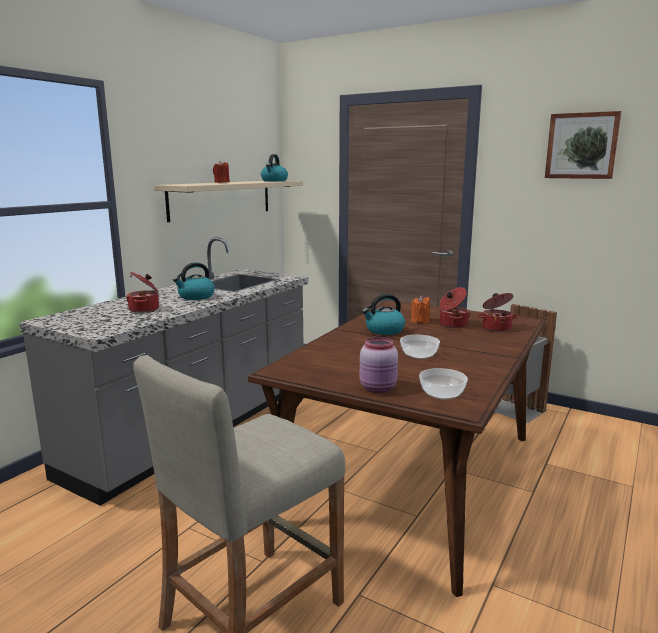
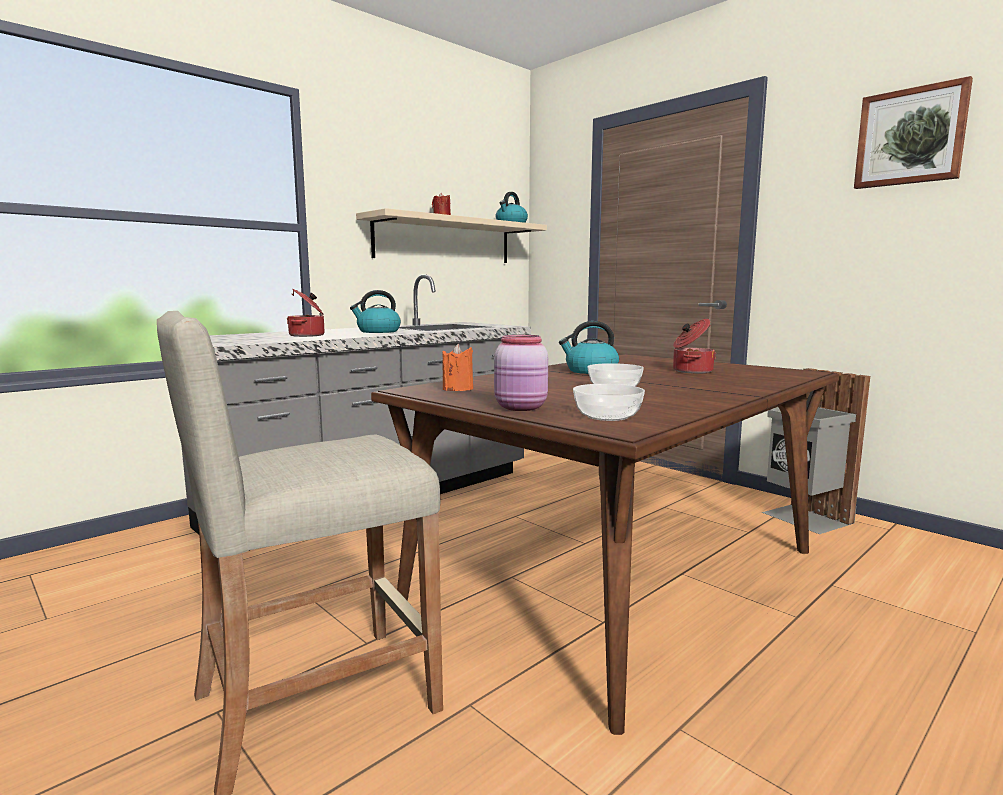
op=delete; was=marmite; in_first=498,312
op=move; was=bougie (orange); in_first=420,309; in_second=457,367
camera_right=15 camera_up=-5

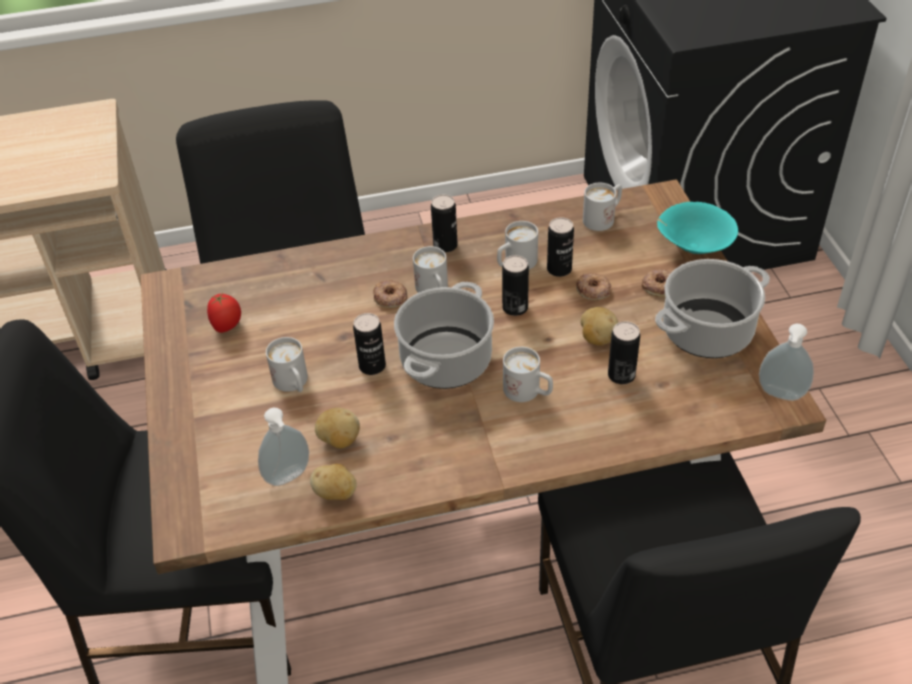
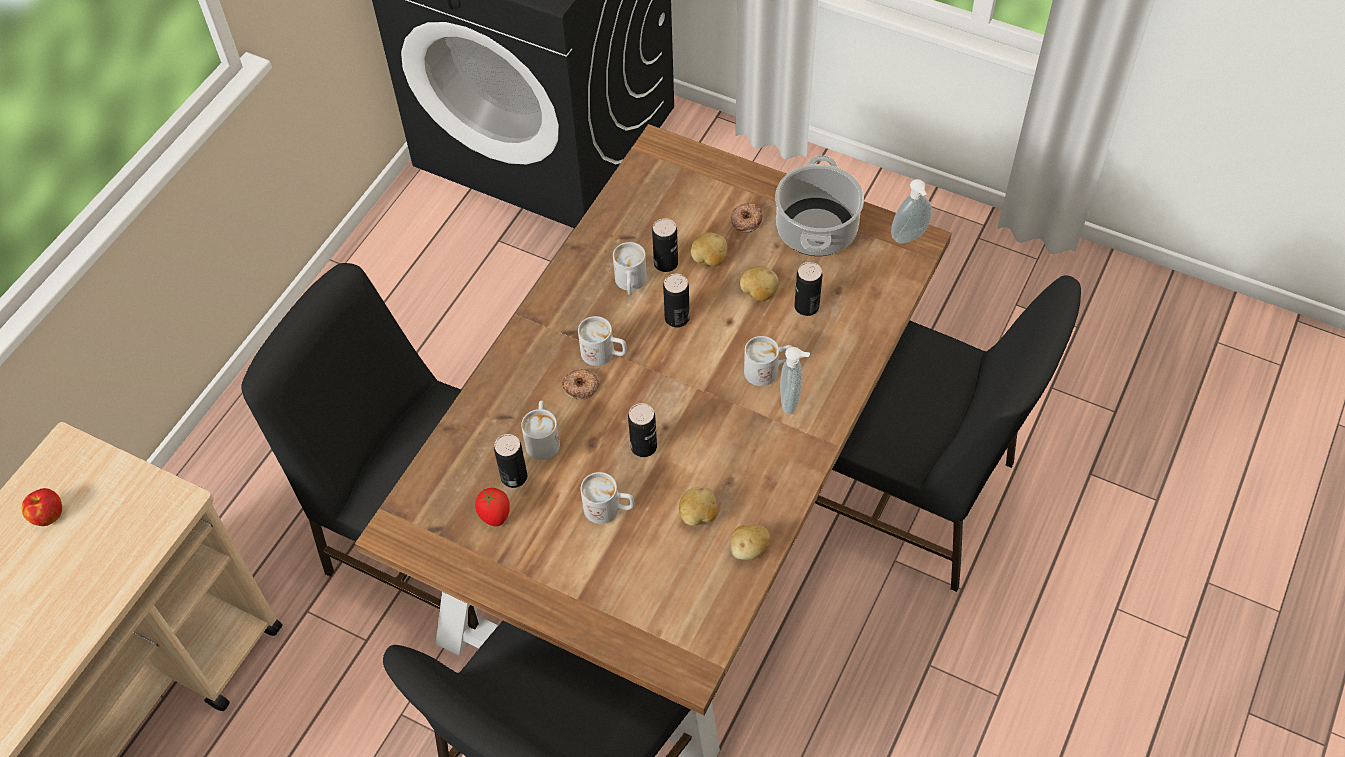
op=move; was=mug (blanc); in_first=602,207; in_second=540,430
op=move; was=boîte métallique; in_first=444,223; in_second=510,461
op=delete; was=bol (turquoise); in_first=697,228
op=replace; was=beignet; now=pomme de terre; in_first=594,286; in_second=709,249
op=delete; was=marmite; in_first=444,335
op=move; was=distributeur de savon; in_first=283,447; in_second=795,380
op=insert; now=pomme; in_second=42,507
camera_right=-50 camera_up=10

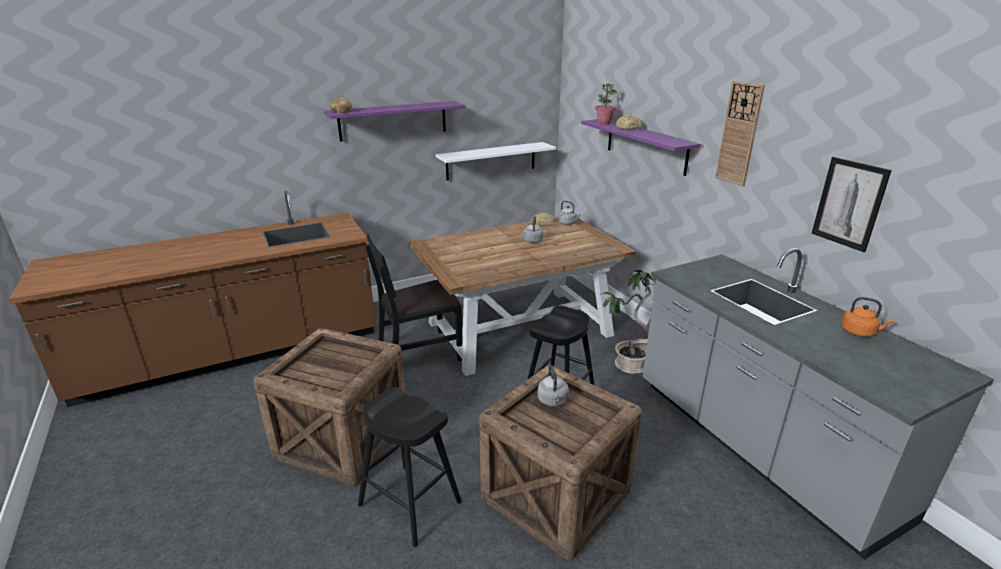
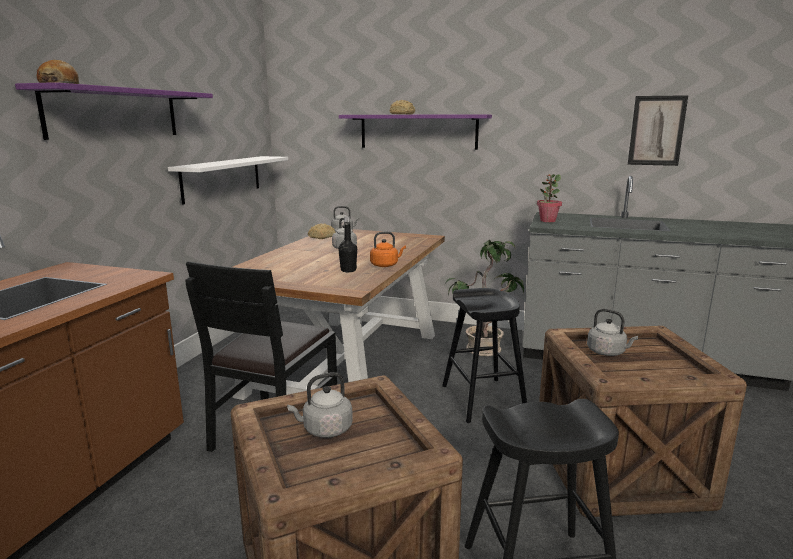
op=delete; was=horloge murale; in_first=740,134
op=move; was=plante en pot; in_first=606,104; in_second=549,198
op=move; was=bouilloire (orange); in_first=867,317; in_second=388,249
op=insert; now=bouteille (noir); in_second=347,244
op=insert; now=bouilloire (gris); in_second=320,405
camera_right=-45 camera_up=-10

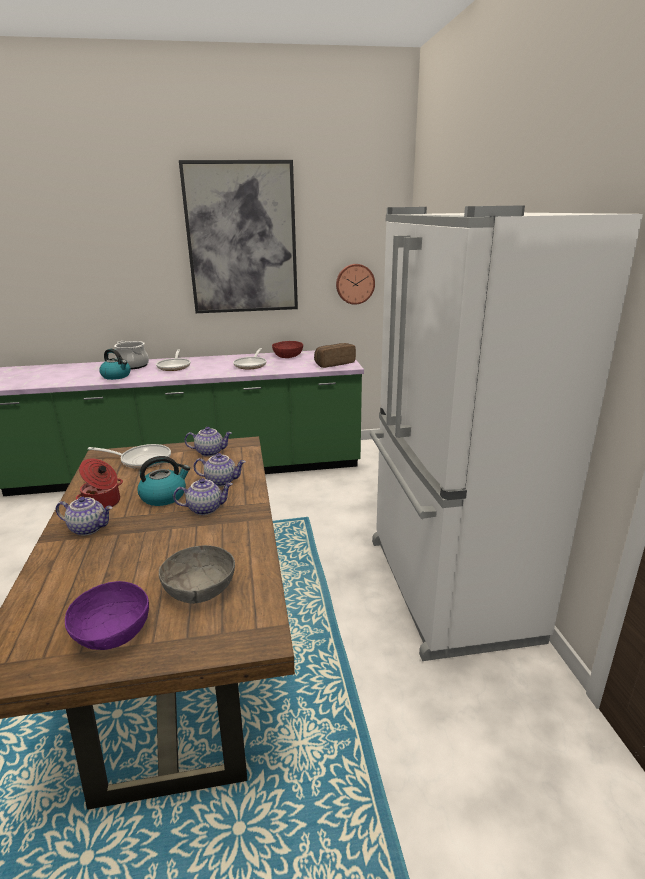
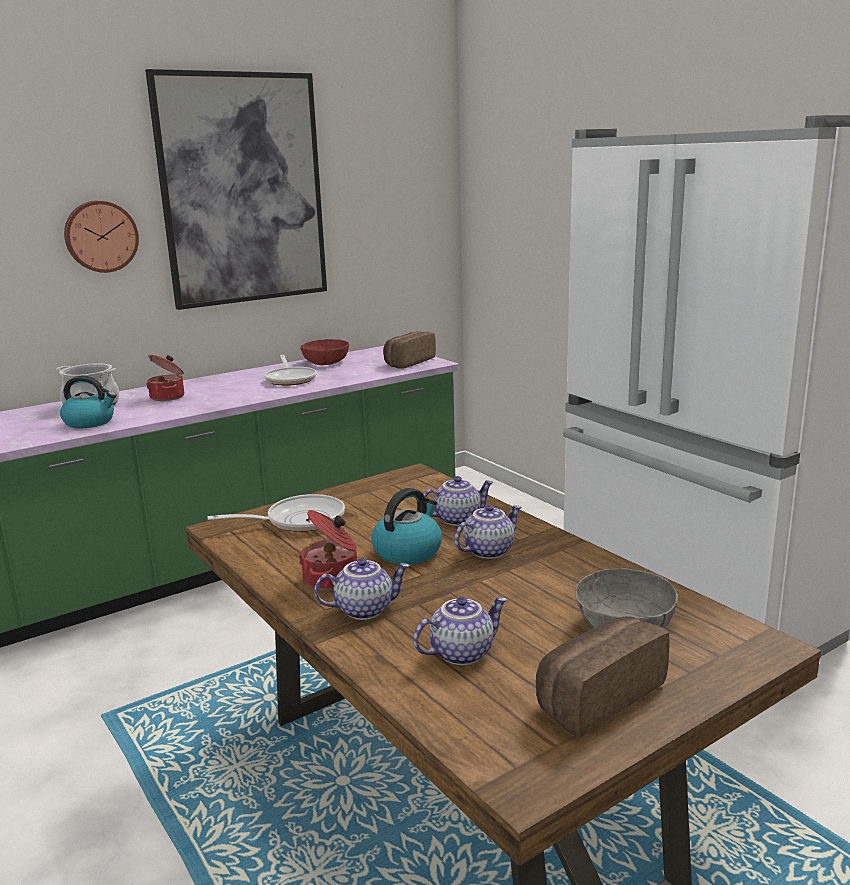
op=move; was=horloge murale; in_first=355,284; in_second=101,236
op=replace; was=poêle; now=marmite; in_first=173,360; in_second=165,378
op=move; was=théière; in_first=208,442; in_second=460,631
op=replace; was=bol (violet); now=pain; in_first=107,615; in_second=603,676
camera_right=-25 camera_up=-5

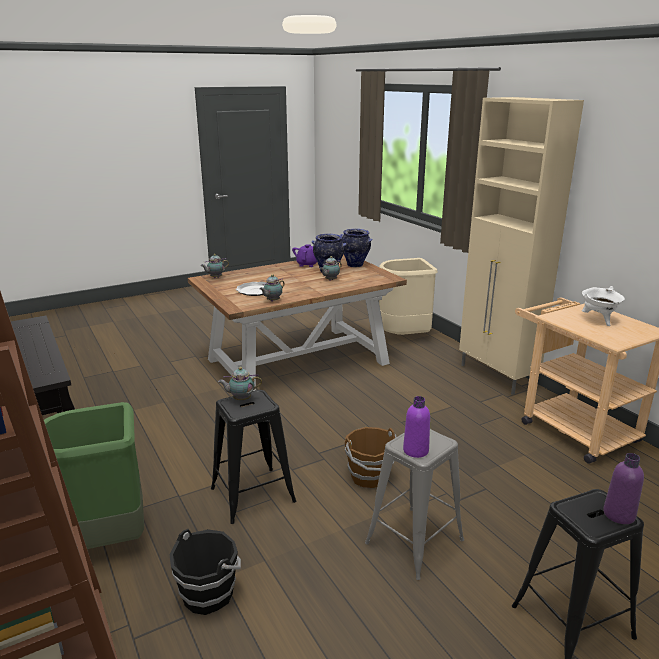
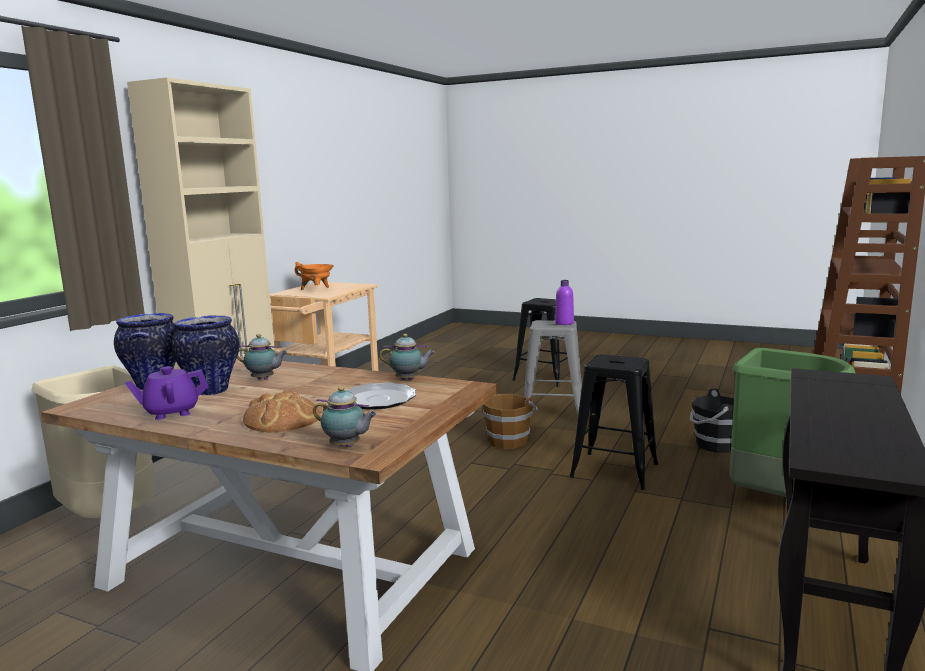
op=recolor; was=marmite (blanc); now=marmite (orange); in_first=603,306; in_second=314,276
op=delete; was=théière; in_first=240,383
op=delete; was=bouteille (violet); in_first=623,488
op=insert; now=pain; in_second=281,411
camera_right=-125 camera_up=-10

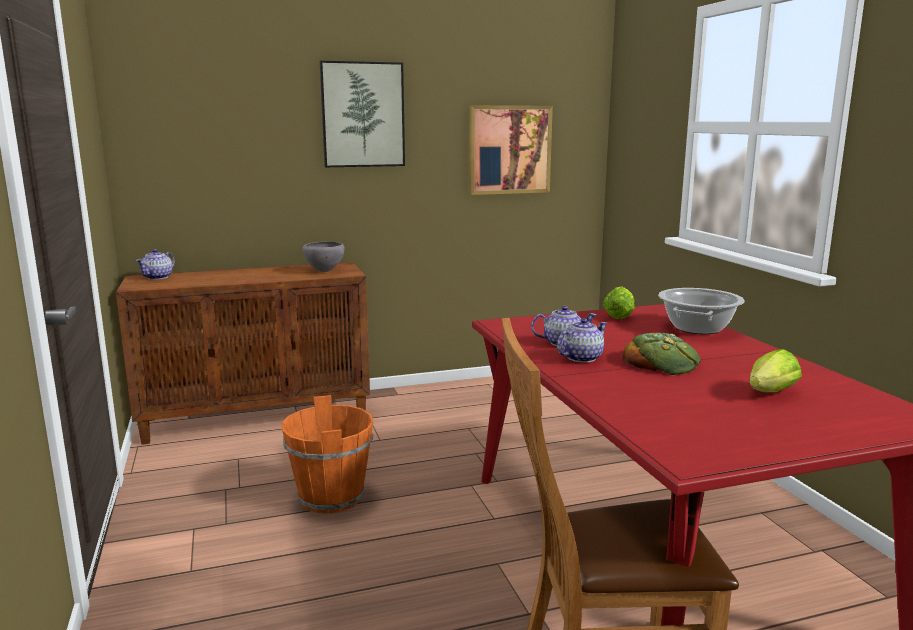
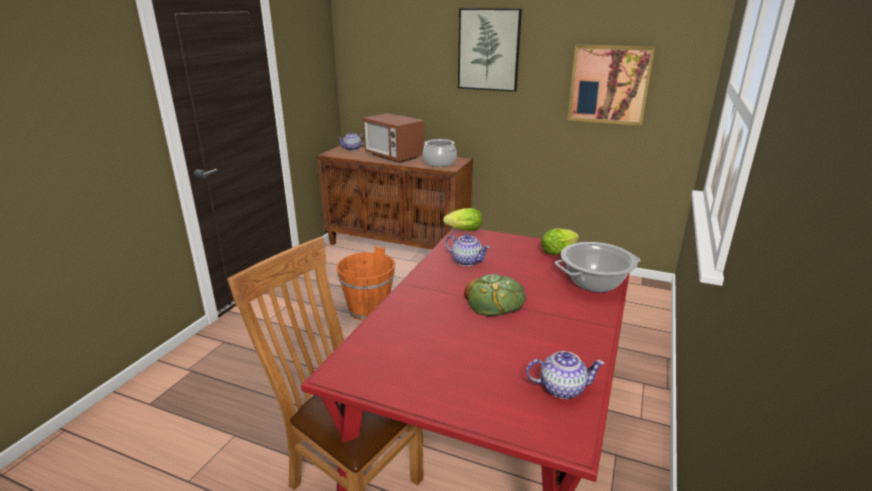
op=replace; was=bol (gris); now=marmite; in_first=323,256; in_second=440,153
op=move; was=théière; in_first=582,340; in_second=565,375
op=move; was=laitue; in_first=775,370; in_second=462,219
op=insert; now=micro-ondes; in_second=393,138
camera_right=40 camera_up=10

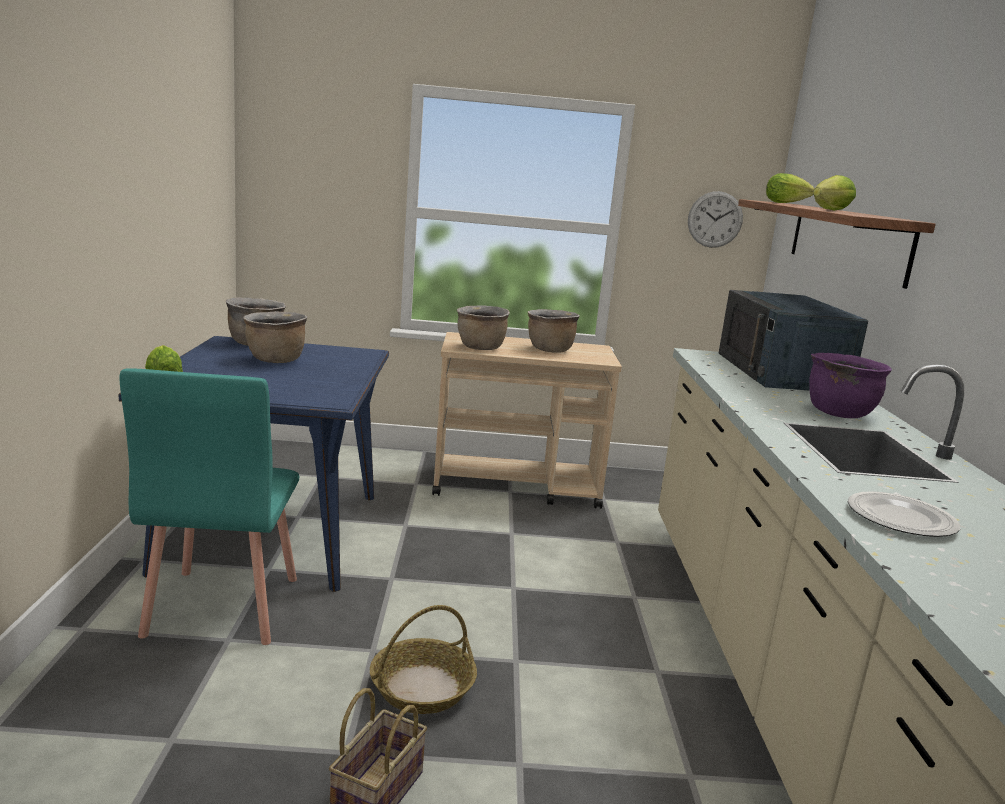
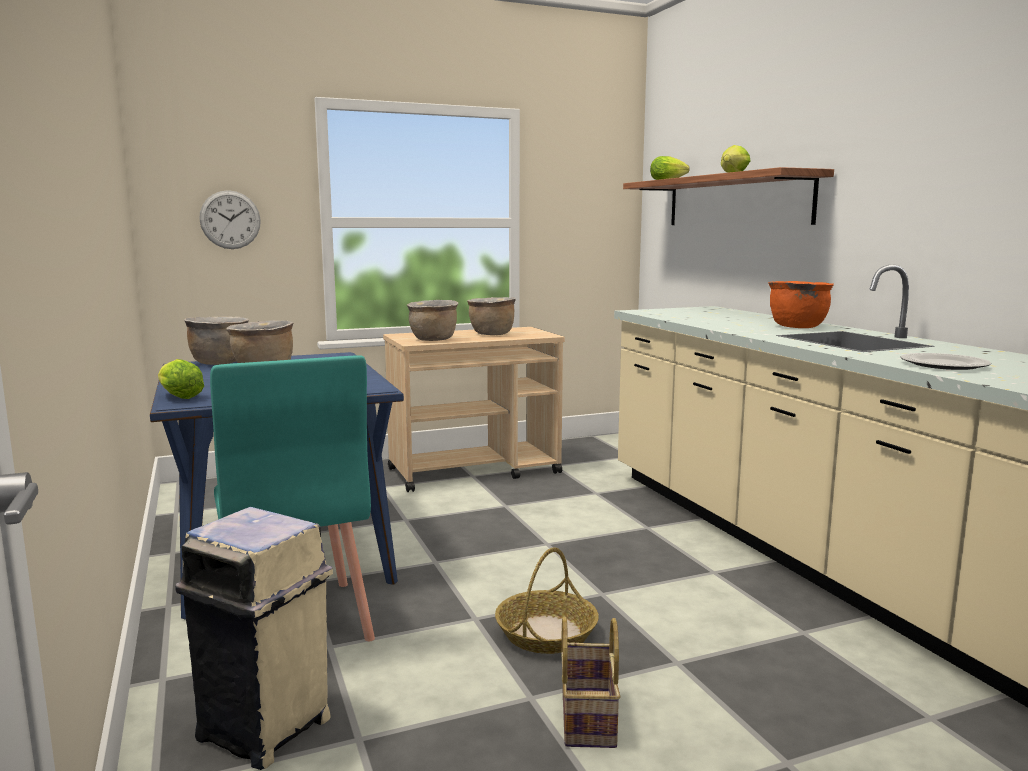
op=move; was=horloge murale; in_first=715,219; in_second=230,219
op=delete; was=micro-ondes (bleu); in_first=793,340
op=recolor; was=marmite (violet); now=marmite (orange); in_first=850,385; in_second=801,304
op=insert; now=poubelle (beige); in_second=254,638
camera_right=-20 camera_up=-5

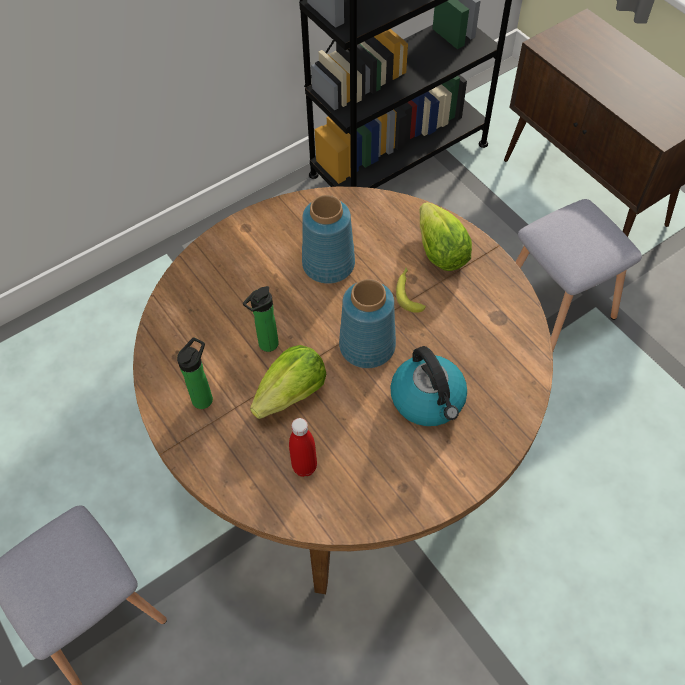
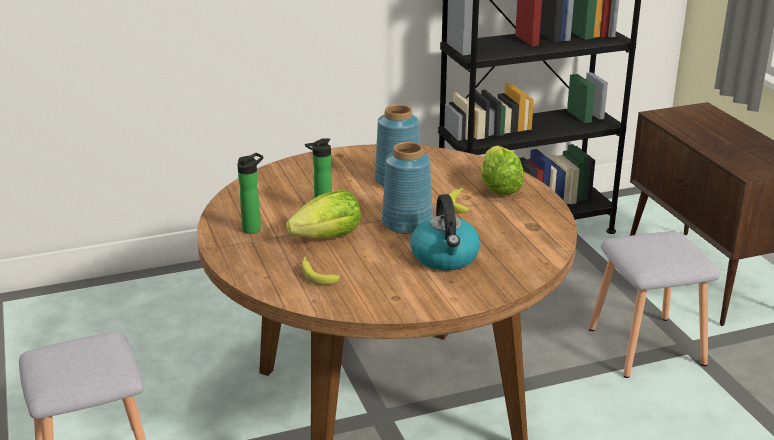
op=replace; was=bouteille (rouge); now=banane; in_first=303,447; in_second=321,270
camera_right=15 camera_up=-30

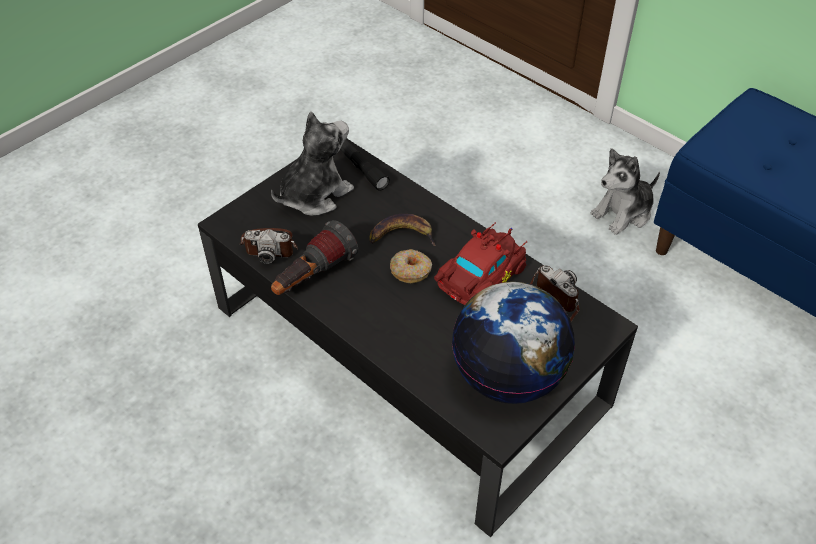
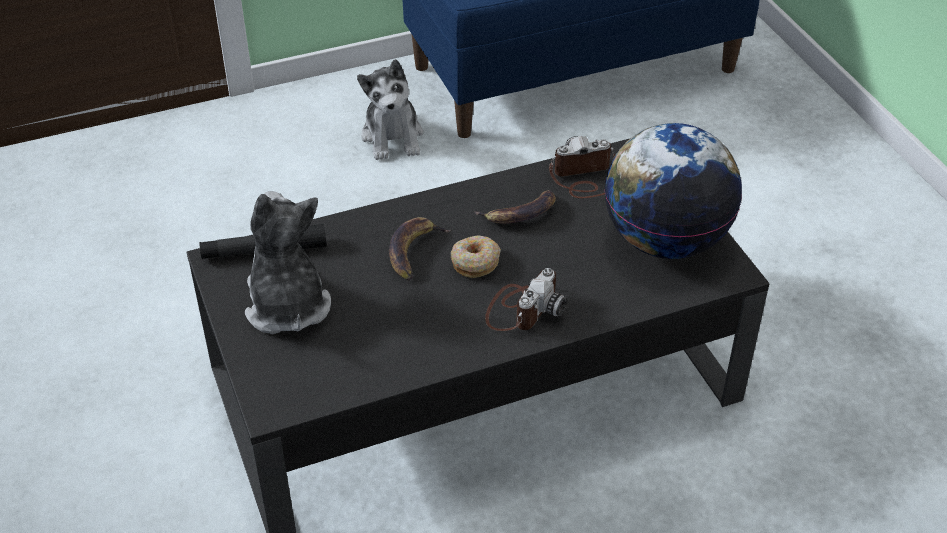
op=delete; was=lampe de poche; in_first=314,257
op=replace; was=petite voiture (rouge); now=banane; in_first=480,263; in_second=515,207
op=move; was=appareil photo; in_first=268,246; in_second=526,299
camera_right=-65 camera_up=-5

